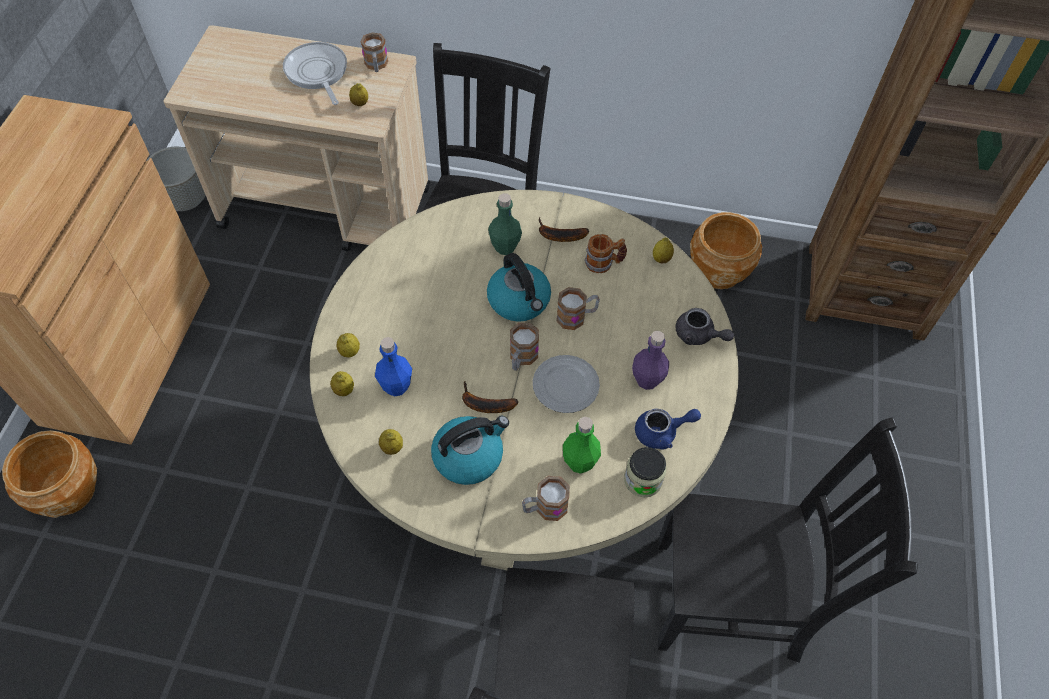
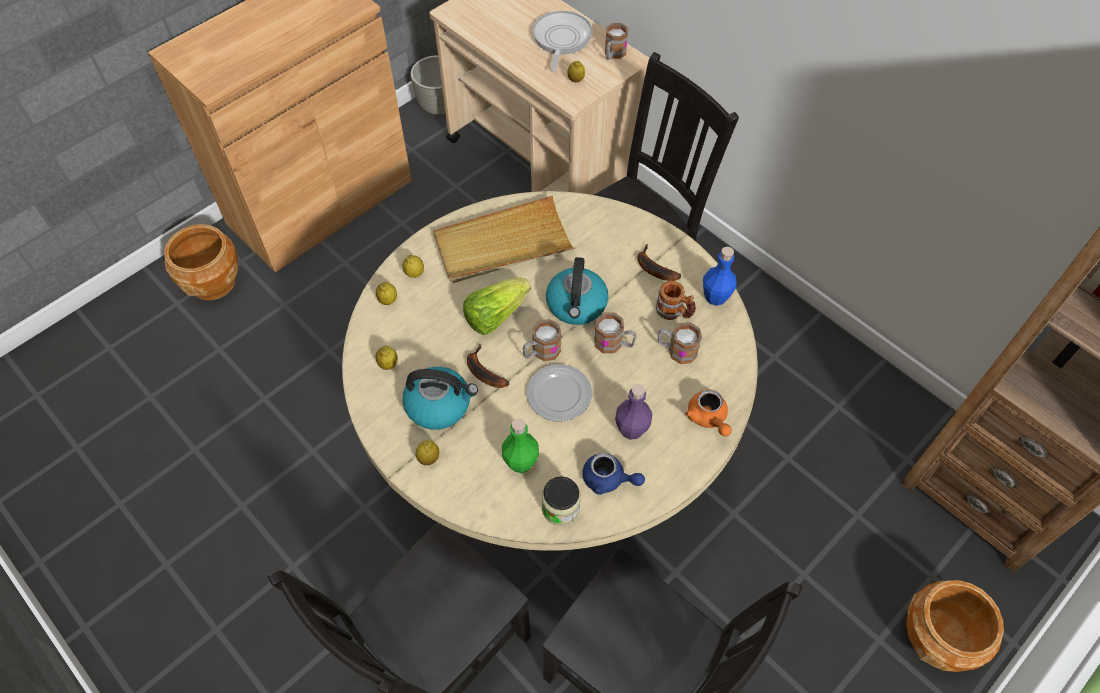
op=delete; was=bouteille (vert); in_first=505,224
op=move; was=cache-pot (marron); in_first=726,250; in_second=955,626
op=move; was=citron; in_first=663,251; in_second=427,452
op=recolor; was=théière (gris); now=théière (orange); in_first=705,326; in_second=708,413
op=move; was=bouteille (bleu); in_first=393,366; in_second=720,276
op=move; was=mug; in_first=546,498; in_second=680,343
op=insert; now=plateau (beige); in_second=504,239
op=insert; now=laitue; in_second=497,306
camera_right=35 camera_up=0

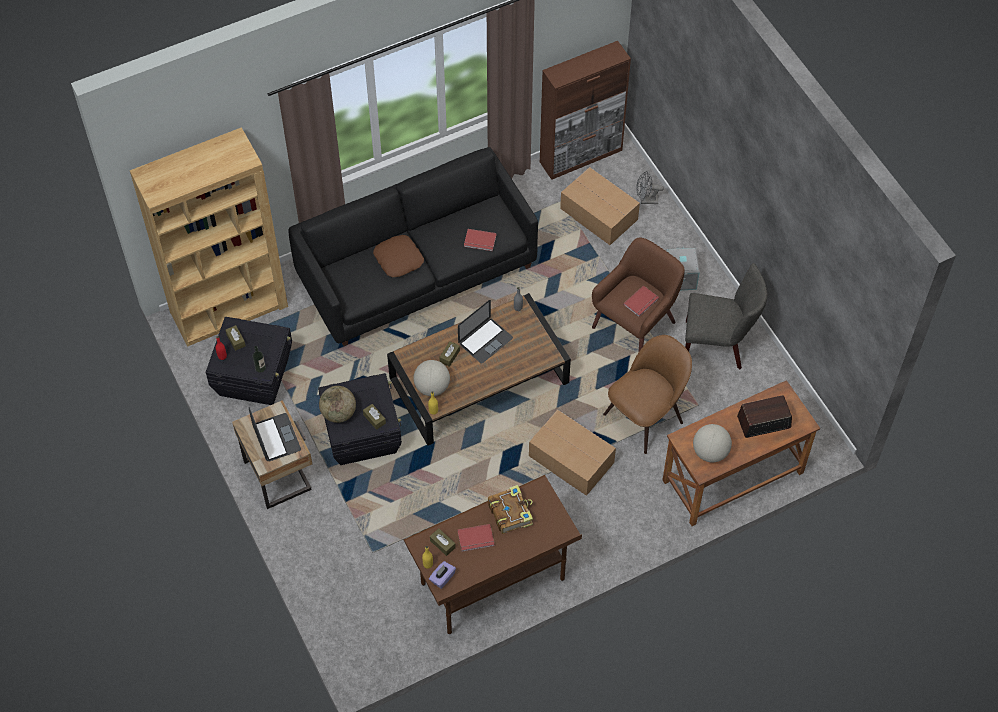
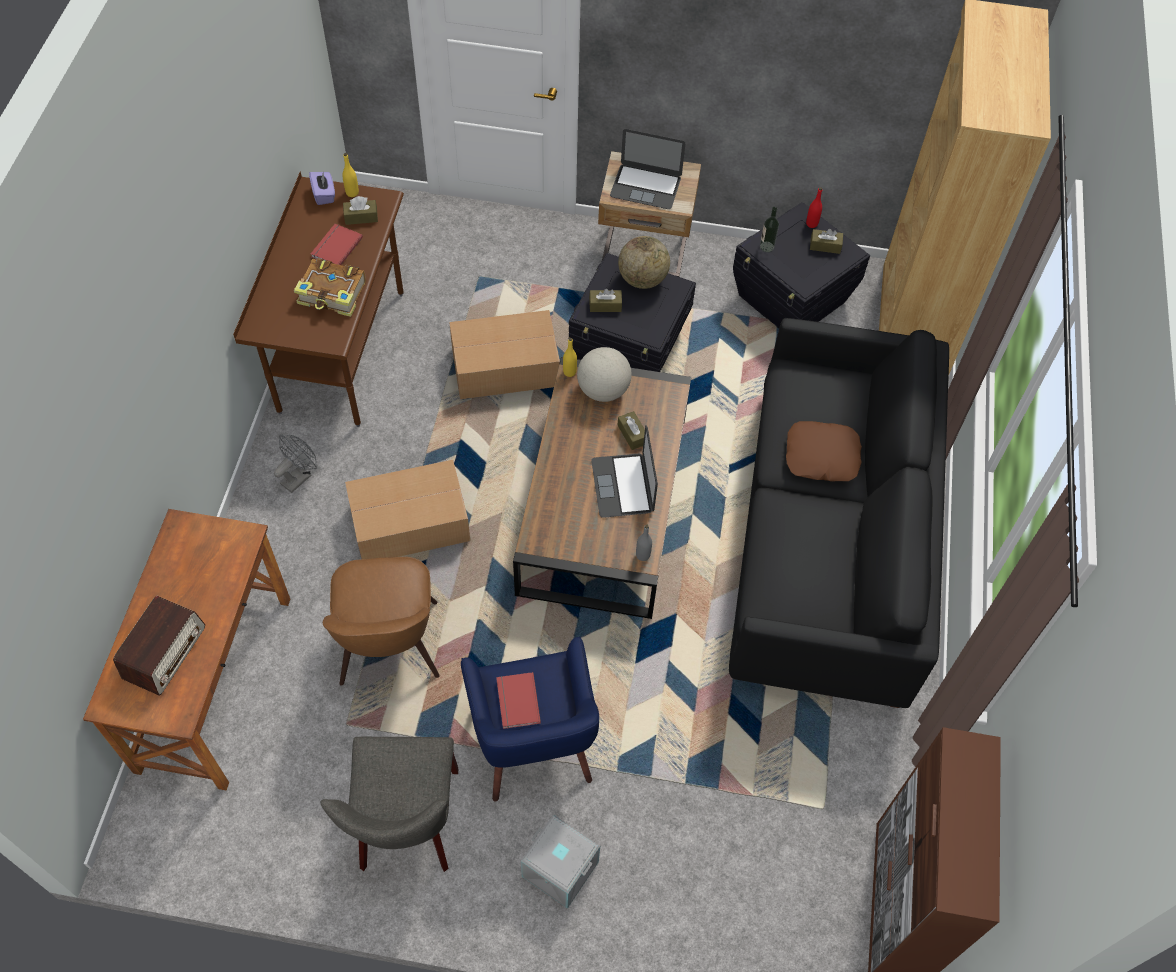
op=move; was=carton; in_first=600,206; in_second=504,354
op=move; was=ventilateur (gris); in_first=650,187; in_second=295,464
op=delete; was=livre (rouge); in_first=480,240
op=recolor; was=fauteuil (marron); now=fauteuil (bleu); in_first=638,294; in_second=530,719
op=rotate; was=chaise (gris); in_first=726,316; in_second=389,804; clockwise=-45
op=delete; was=globe; in_first=712,443
camera_right=125 camera_up=0

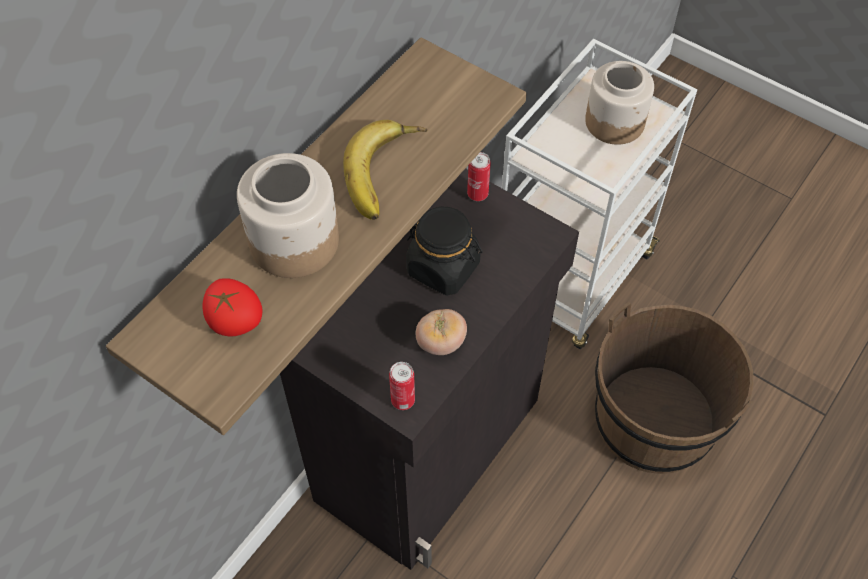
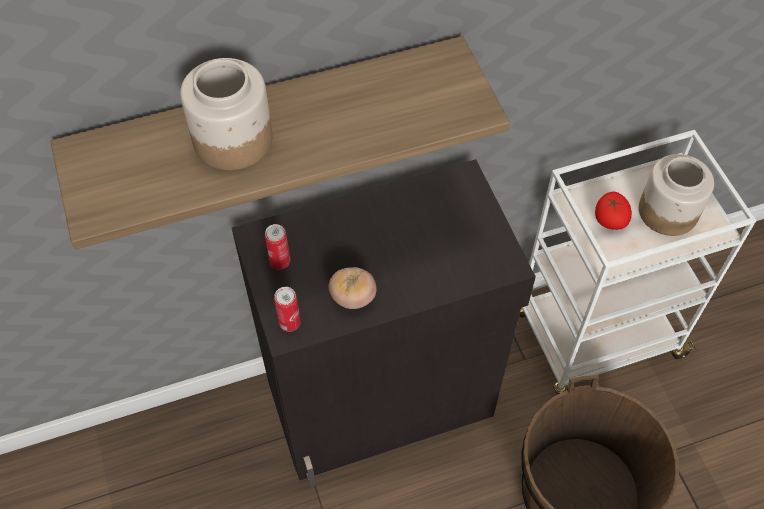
op=delete; was=banane; in_first=385,170
op=move; was=boîte métallique; in_first=479,176; in_second=277,247
op=delete; was=bocal (noir); in_first=444,251
op=move; was=tomate; in_first=232,307; in_second=613,210
camera_right=35 camera_up=0

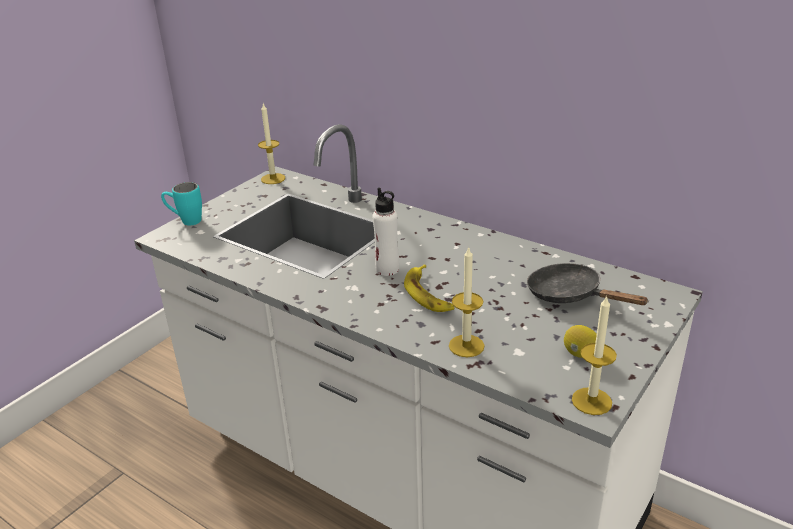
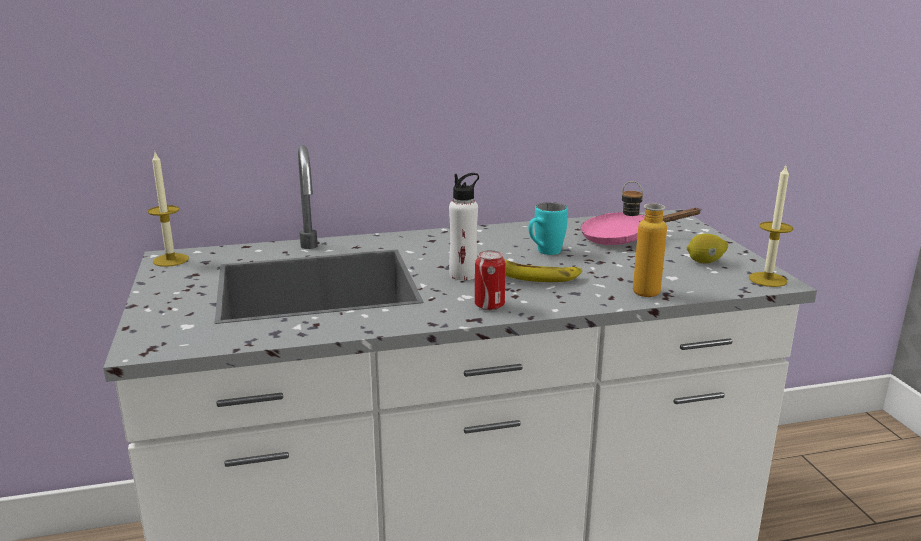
op=move; was=mug (turquoise); in_first=181,203; in_second=548,228
op=replace; was=bougie; now=bouteille; in_first=467,301; in_second=644,239
op=recolor; was=poêle (noir); now=poêle (rose); in_first=588,284; in_second=641,226
op=insert; now=boîte métallique; in_second=490,280
camera_right=-50 camera_up=-10

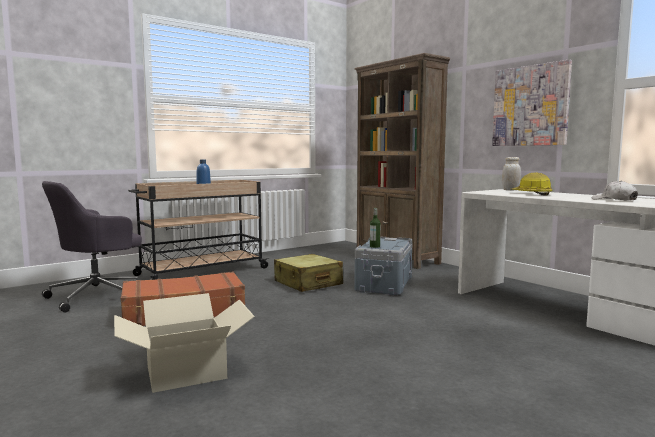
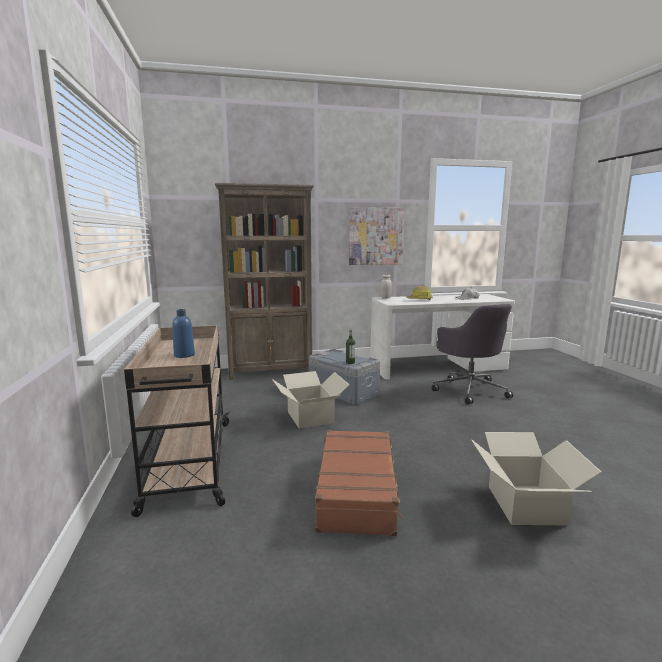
op=move; was=chaise de bureau (gris); in_first=92,246; in_second=472,354
op=replace; was=valise (beige); now=carton; in_first=308,273; in_second=311,400
camera_right=-65 camera_up=5

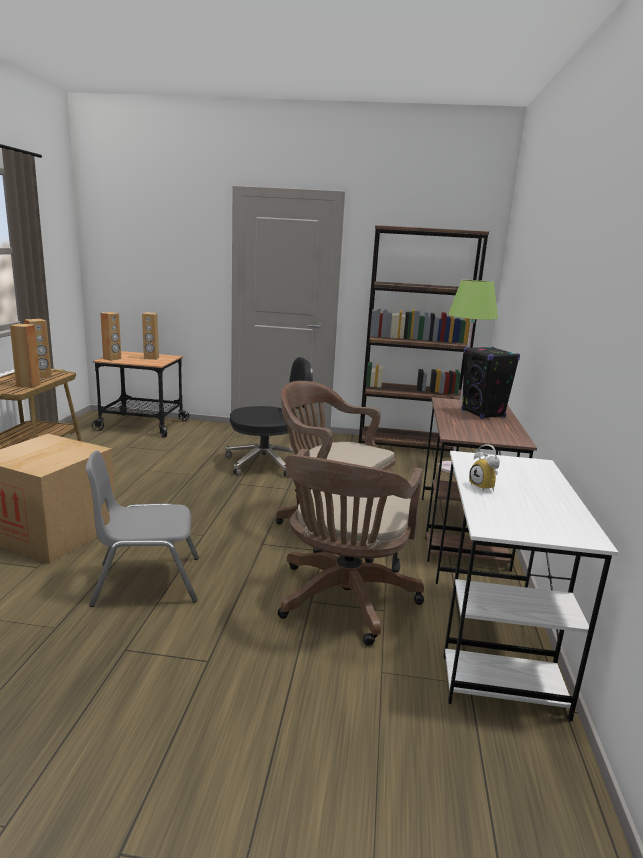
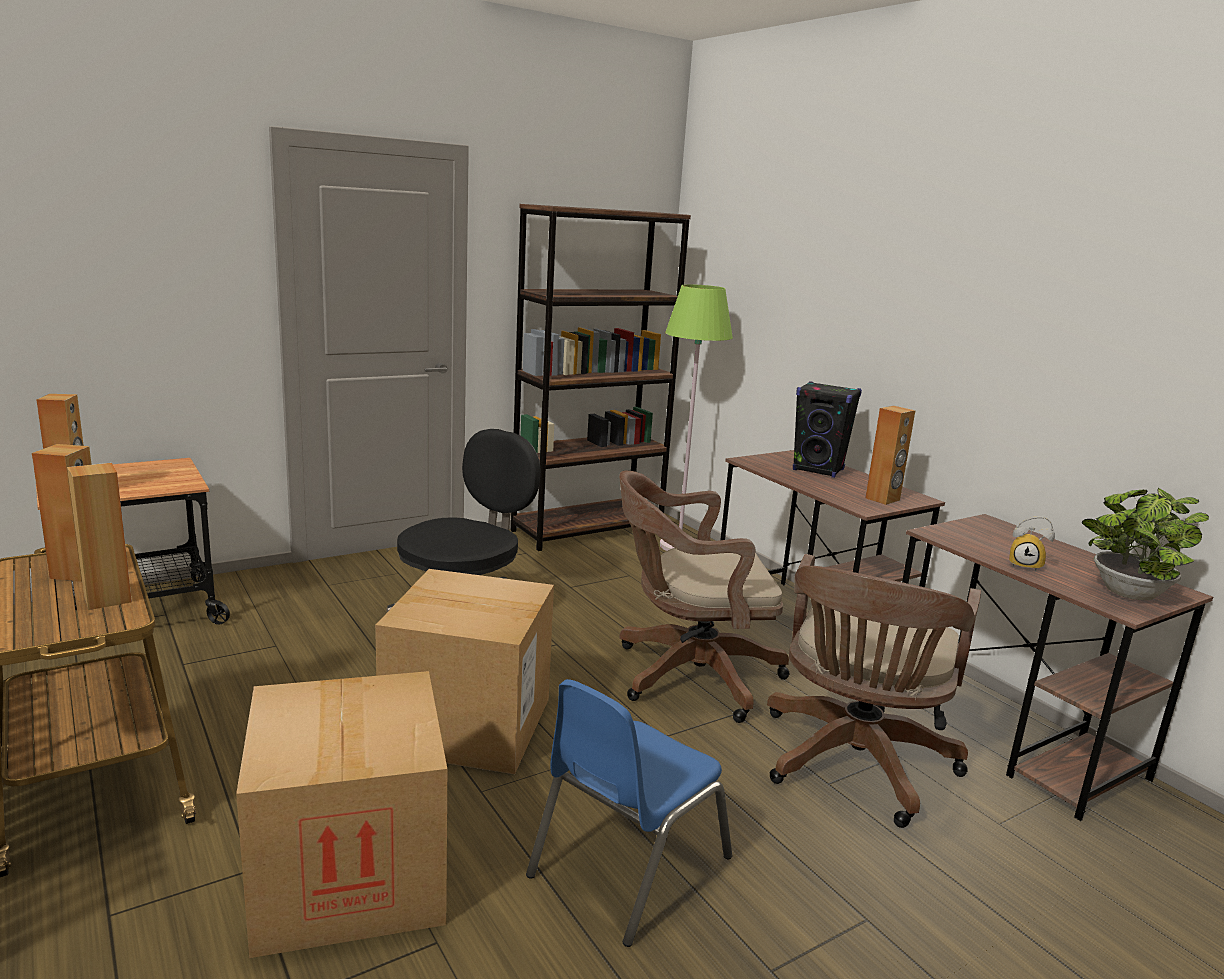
op=move; was=enceinte (marron); in_first=150,336; in_second=890,455
op=rotate; was=chaise de bureau (marron); in_first=351,547; in_second=874,691; clockwise=45
op=recolor; was=chaise (gris); now=chaise (bleu); in_first=142,529; in_second=629,813
op=recolor; was=bureau (blanc); now=bureau (marron); in_first=526,586; in_second=1057,667
op=insert; now=plante en pot; in_second=1145,544
op=insert; now=carton; in_second=464,671
camera_right=-40 camera_up=0

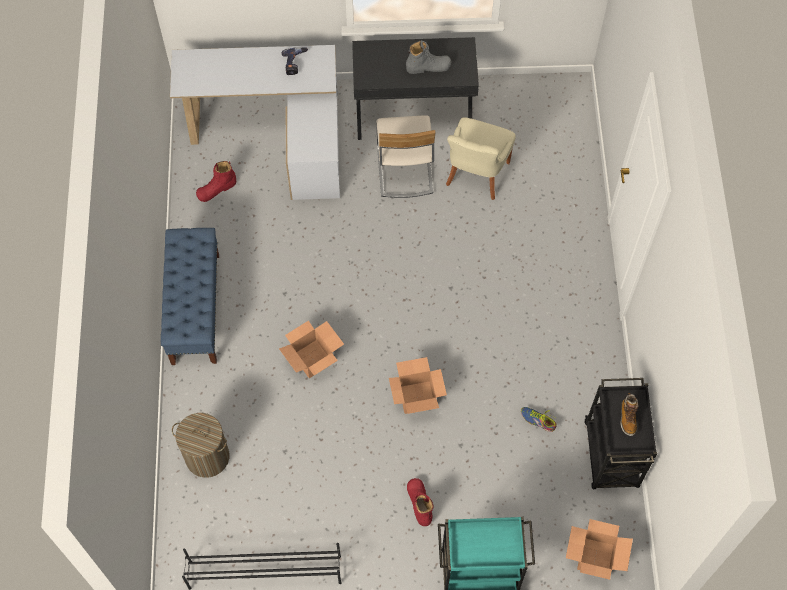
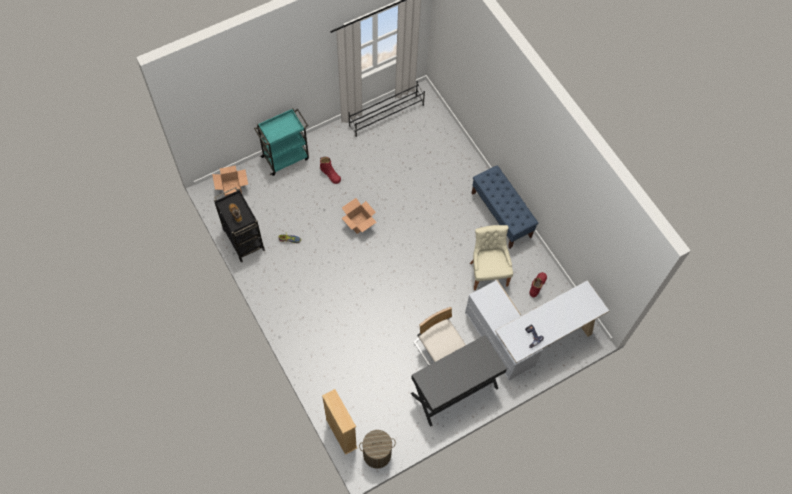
op=delete; was=botte (gris); in_first=428,57
op=move; was=chaise (beige); in_first=481,158; in_second=491,257
op=delete; was=carton; in_first=311,349
op=move; was=panier à linge; in_first=200,445; in_second=377,449
op=insert; now=bibliothèque (beige); in_second=339,422
camera_right=150 camera_up=0

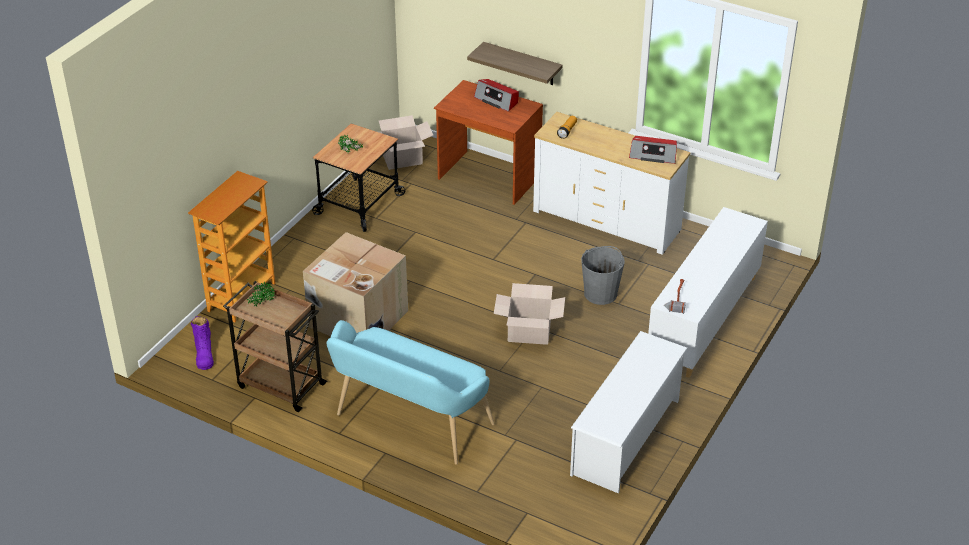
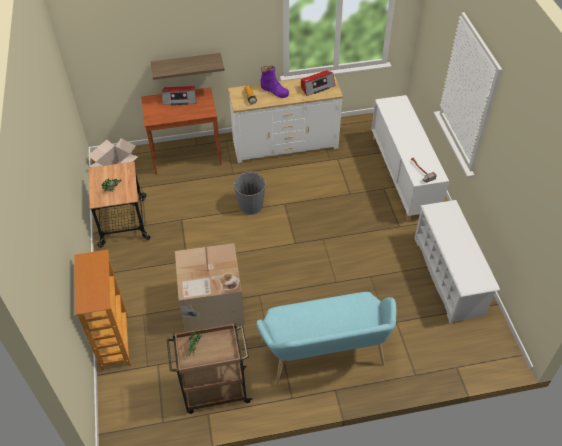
op=move; was=seau (gris); in_first=603,275; in_second=250,193
op=delete; was=carton; in_first=529,314
op=move; was=botte (violet); in_first=202,343; in_second=274,82
camera_right=-40 camera_up=10

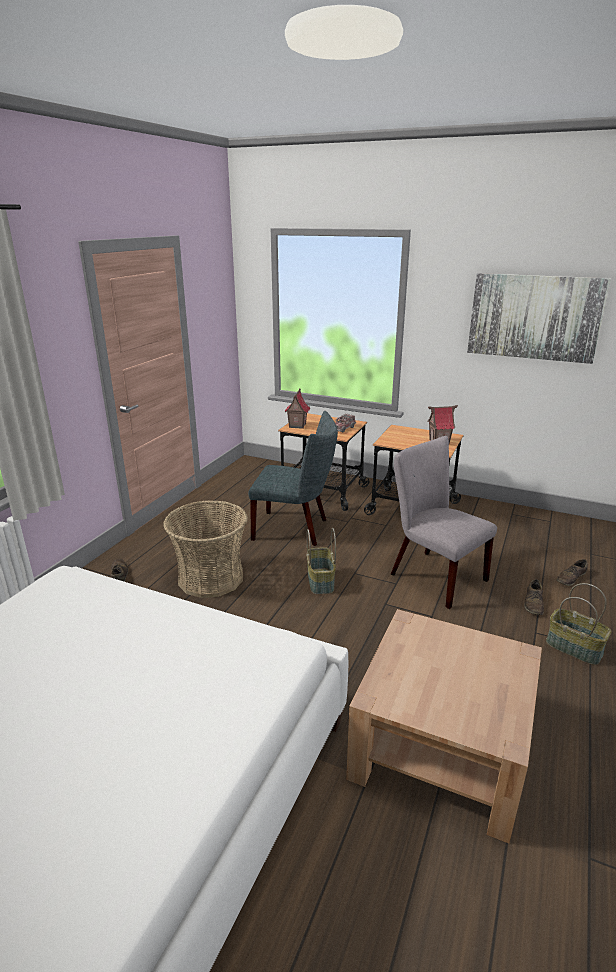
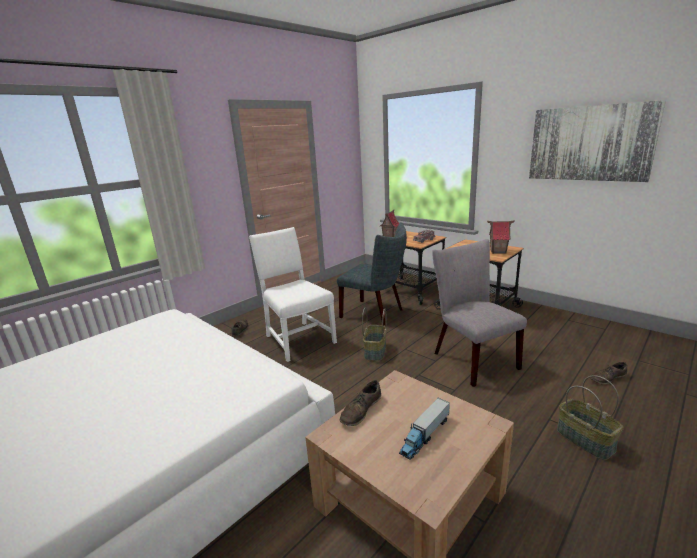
op=replace; was=panier; now=chaise (blanc); in_first=205,549; in_second=293,294
op=move; was=chaussure (marron); in_first=534,597; in_second=360,403
op=insert; now=camion jouet; in_second=424,429
camera_right=20 camera_up=-5

